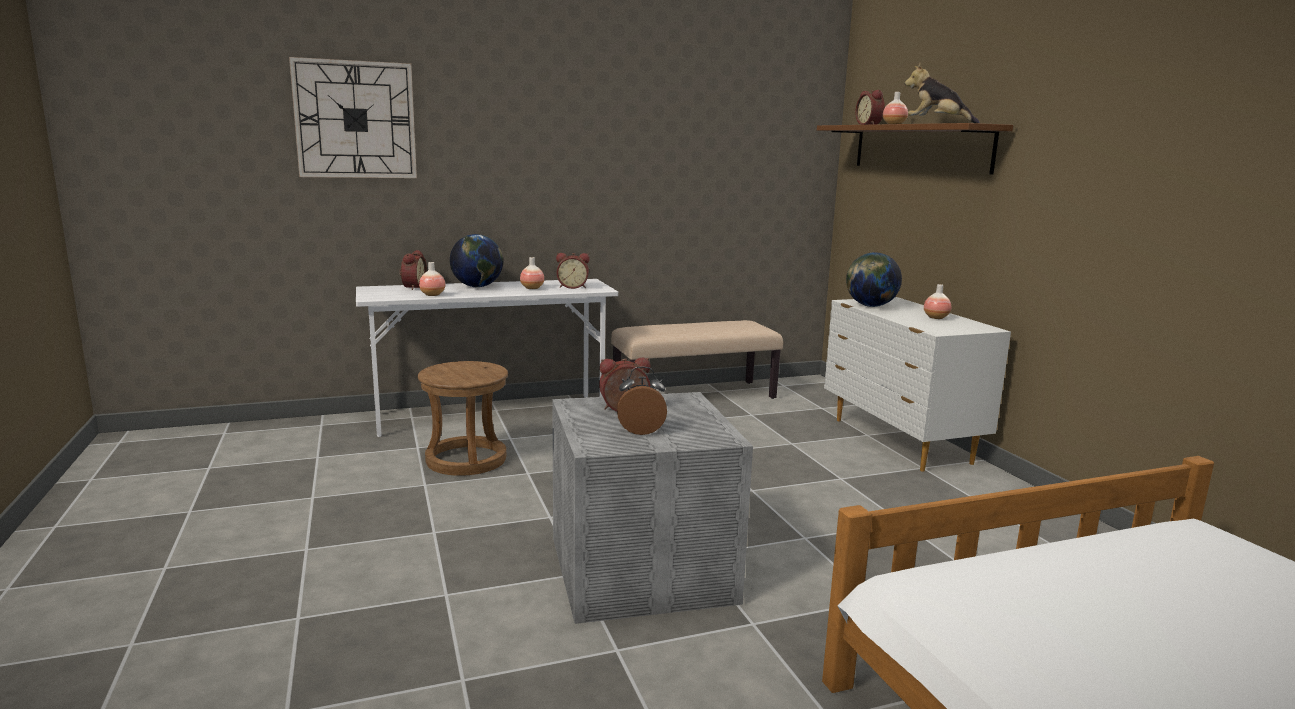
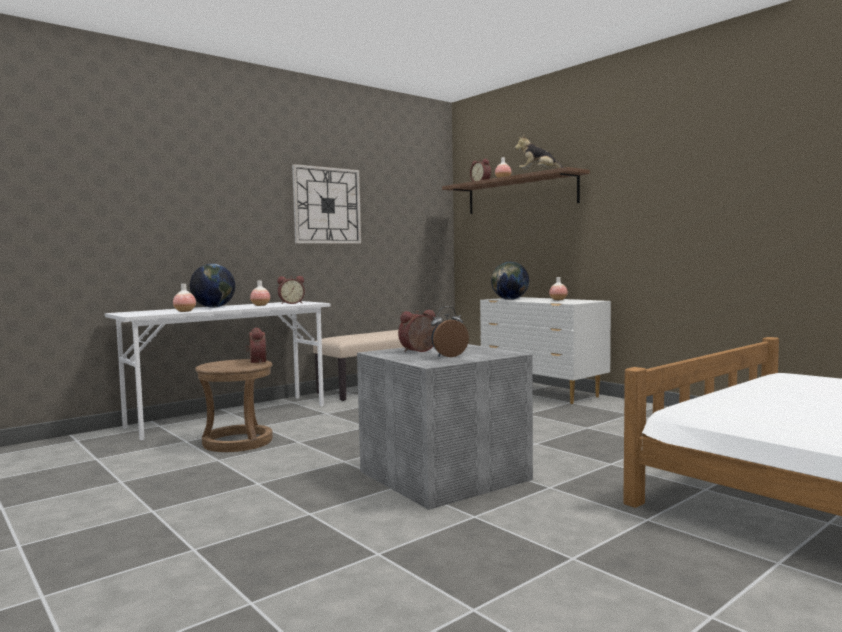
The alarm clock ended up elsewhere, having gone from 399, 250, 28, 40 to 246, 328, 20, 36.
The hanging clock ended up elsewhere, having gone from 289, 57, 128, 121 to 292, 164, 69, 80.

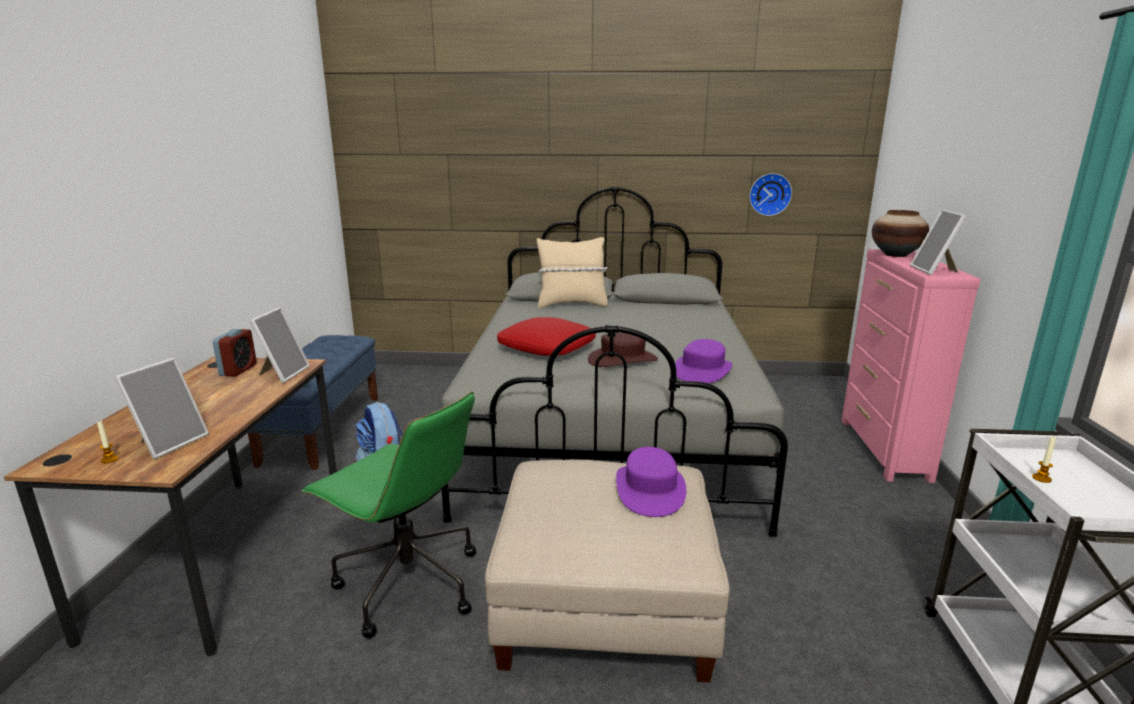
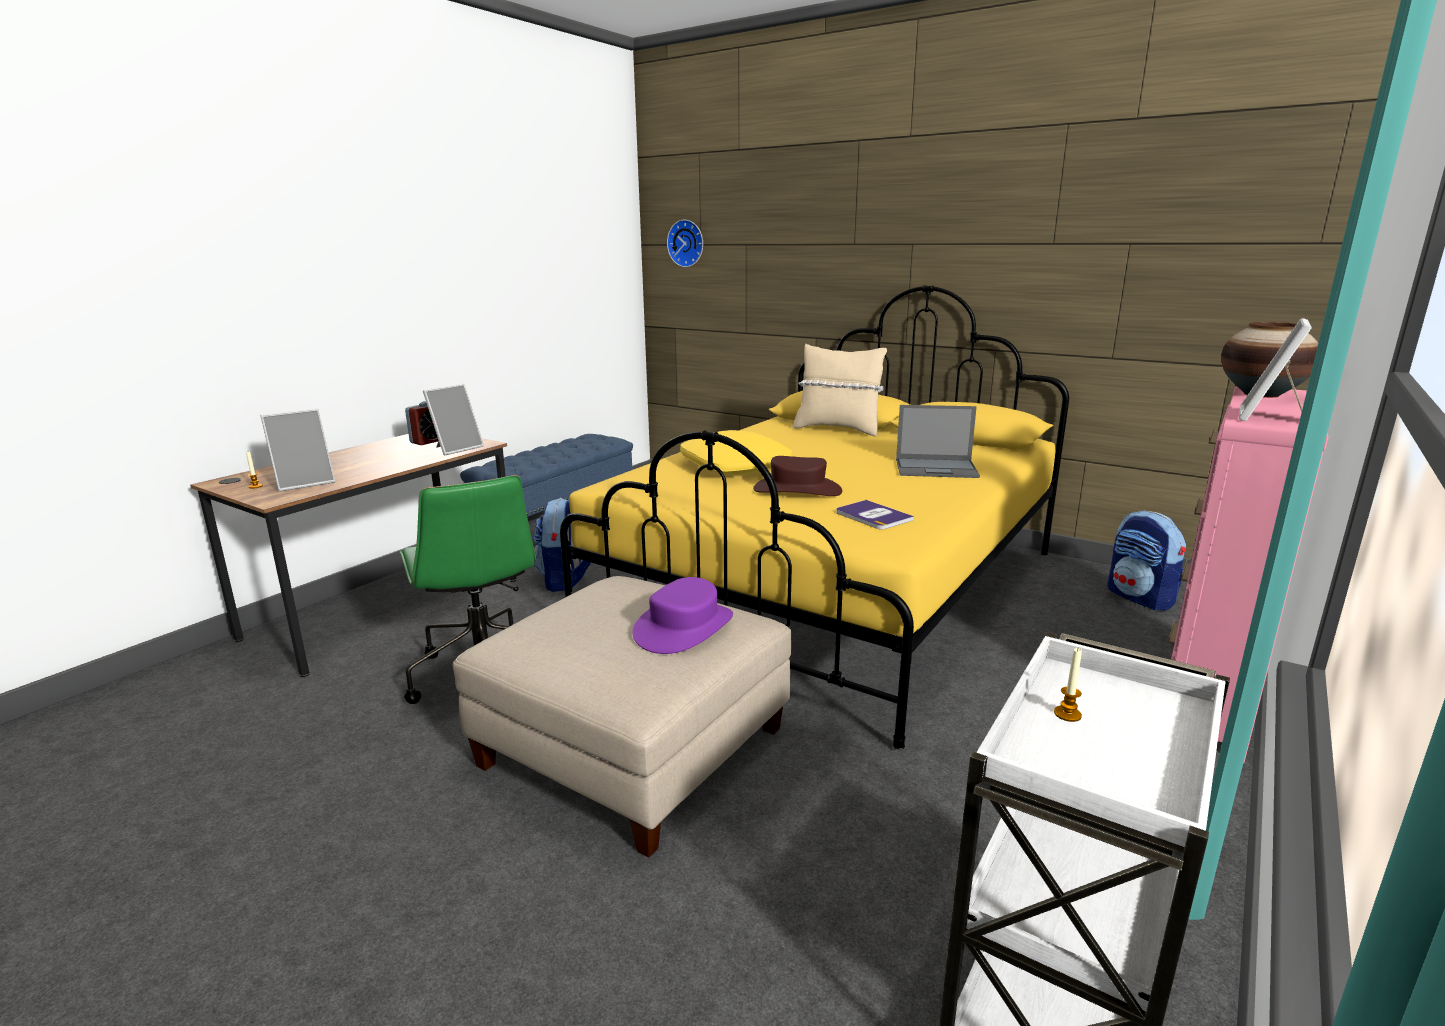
What was the bedroom bed/grey at 441, 187, 347, 350 turned into the bedroom bed/yellow-coloured at 560, 285, 509, 464.
The hanging clock ended up elsewhere, having gone from 749, 173, 43, 43 to 667, 220, 36, 47.
What was the throw pillow/red-coloured at 497, 317, 99, 39 turned into the throw pillow/yellow-coloured at 680, 430, 112, 44.
Where the clothing hat/purple-coloured stood at 675, 339, 58, 44, the book came to stand at 836, 500, 78, 30.
The second view gained the notebook computer at 896, 405, 84, 73.
The second view gained the backpack at 1107, 511, 79, 100.

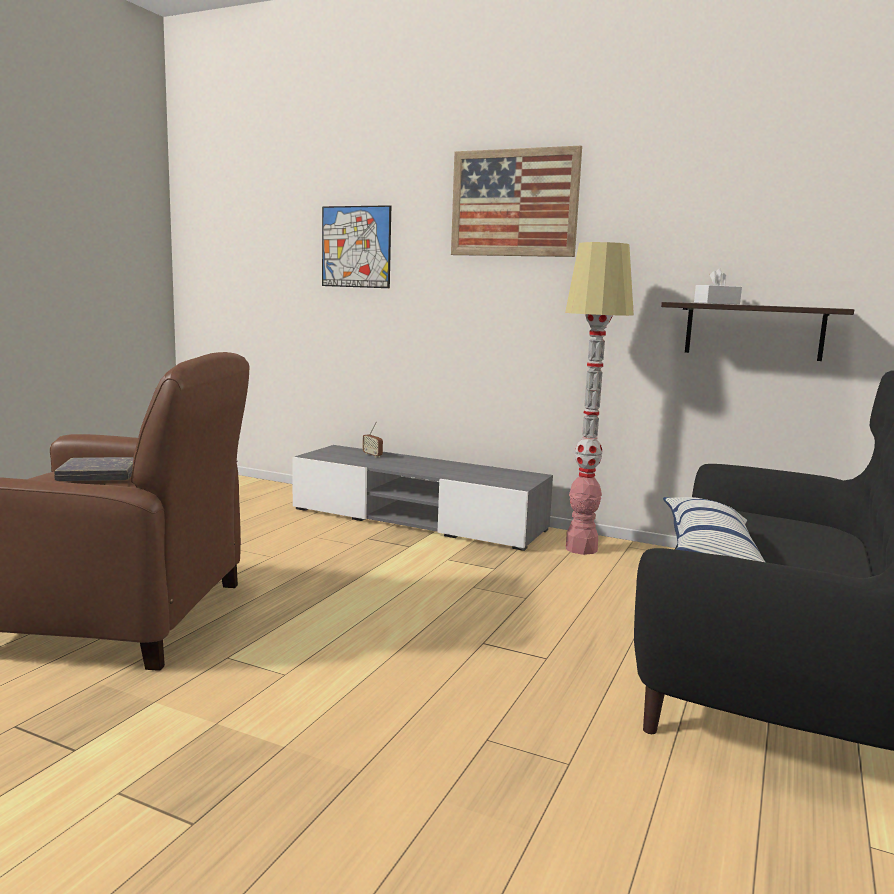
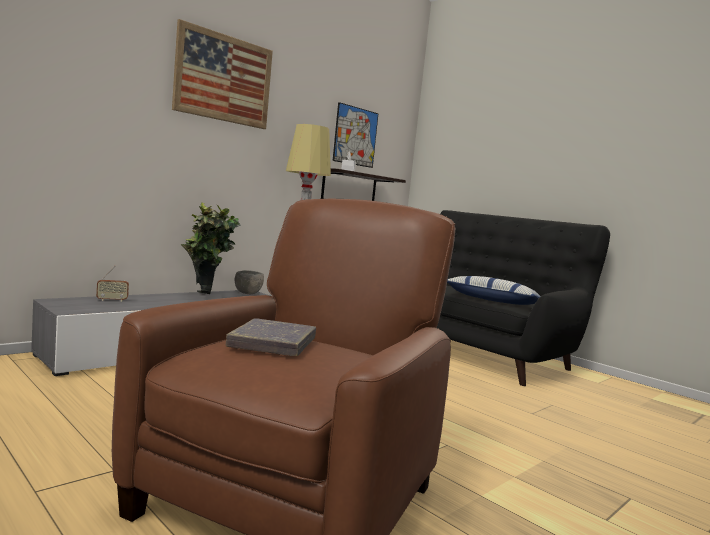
The second view gained the potted plant at 181, 202, 59, 92.
The second view gained the serving bowl/grey at 235, 270, 29, 24.
The wall art ended up elsewhere, having gone from 322, 205, 69, 83 to 332, 102, 47, 66.

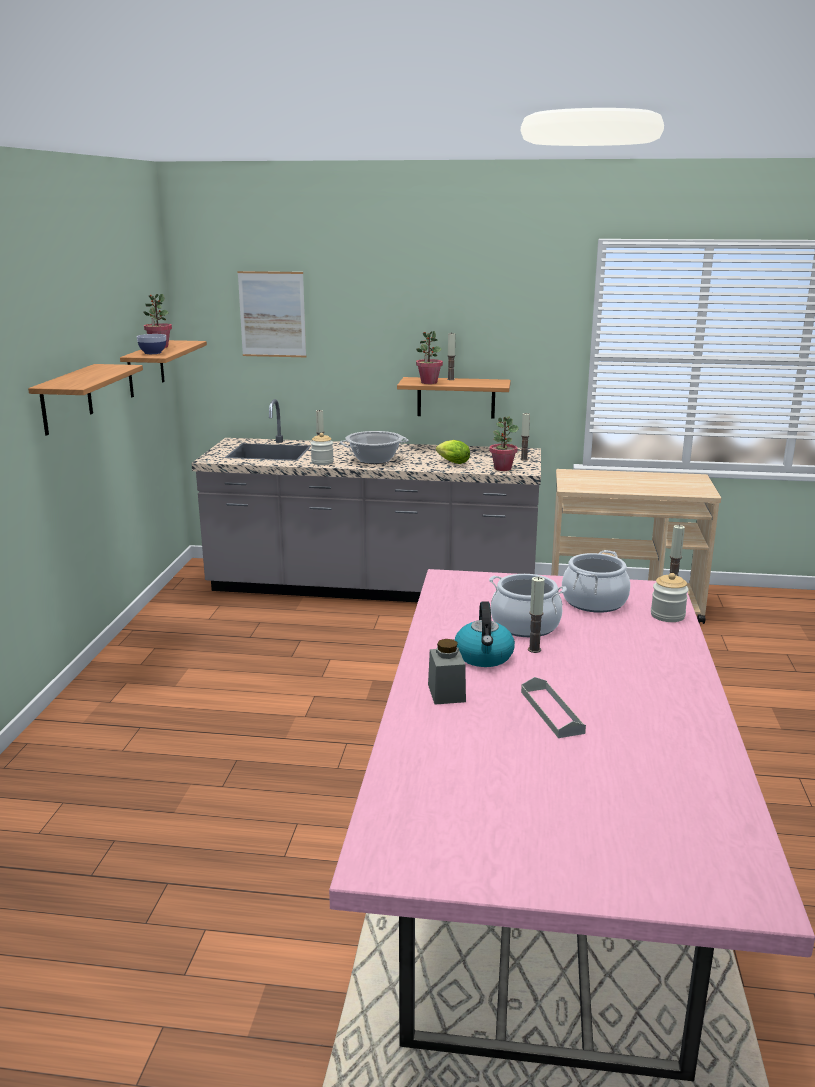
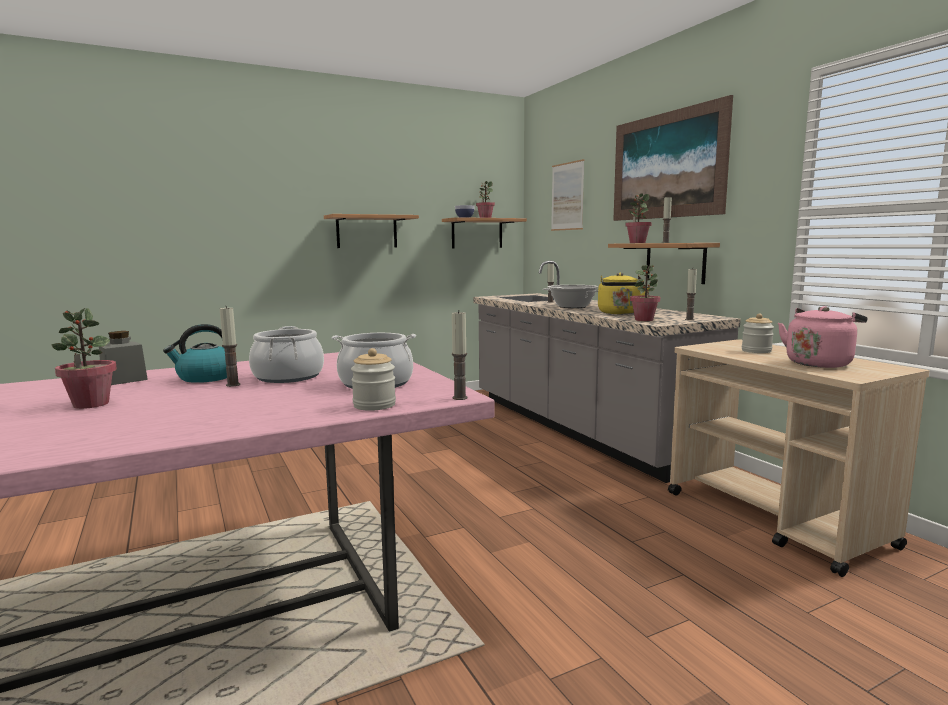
Where the tray/grey stood at 521, 677, 65, 61, the potted plant came to stand at 51, 308, 66, 101.
Where the lettuce stood at 436, 440, 34, 24, the tea kettle/yellow-coloured came to stand at 598, 273, 51, 41.
The second view gained the wall art at 613, 95, 120, 126.
The storage jar ended up elsewhere, having gone from 311, 433, 23, 32 to 742, 314, 32, 39.
The second view gained the tea kettle/pink at 778, 306, 89, 62.

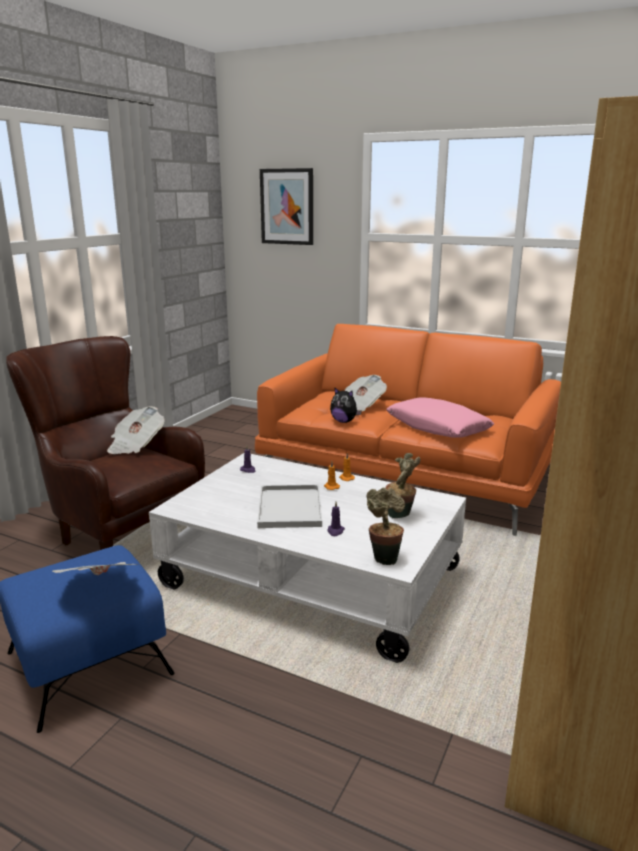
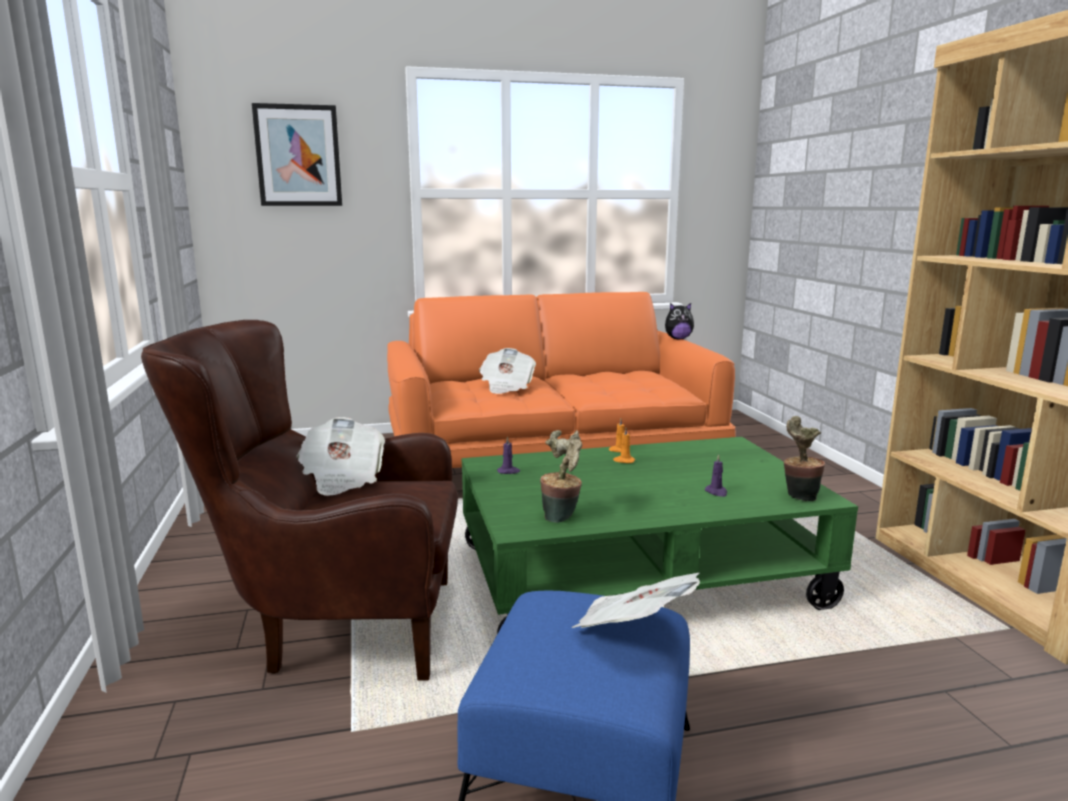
What was the coffee table/whitish at 149, 453, 317, 210 turned into the coffee table/green-coloured at 462, 437, 396, 197.
The potted plant ended up elsewhere, having gone from 386, 453, 35, 65 to 540, 430, 42, 93.
The soft toy ended up elsewhere, having gone from 330, 387, 32, 36 to 665, 303, 29, 37.
The second view lost the tray/whitish at 257, 485, 65, 43.
The second view lost the throw pillow/pink at 386, 398, 108, 40.

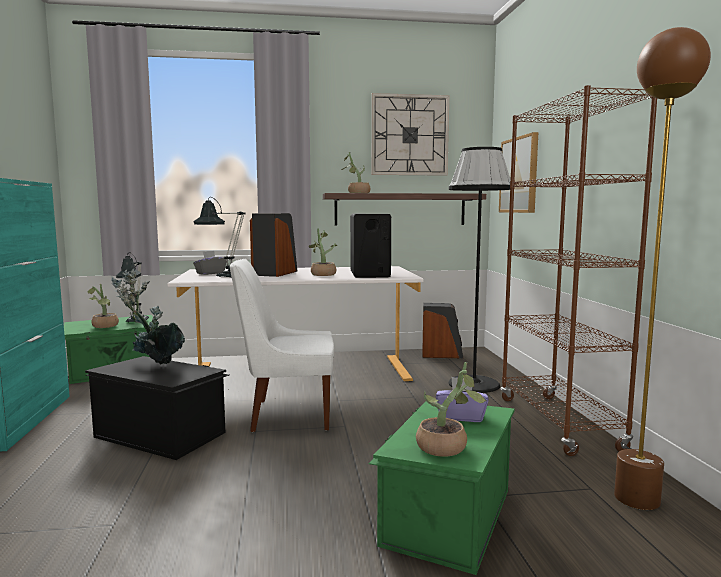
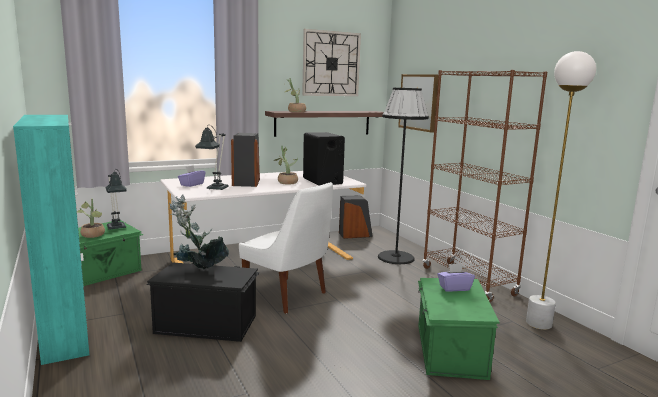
What was the box of tissues/grey at 193, 251, 33, 24 turned into the box of tissues/purple-coloured at 178, 165, 27, 22.
The upright chair/whitish at 230, 259, 104, 173 ended up facing another way, 120 degrees counterclockwise from before.
What was the floor lamp/brownish at 614, 27, 97, 483 turned into the floor lamp/whitish at 526, 51, 70, 279.
The second view lost the potted plant at 416, 362, 71, 95.

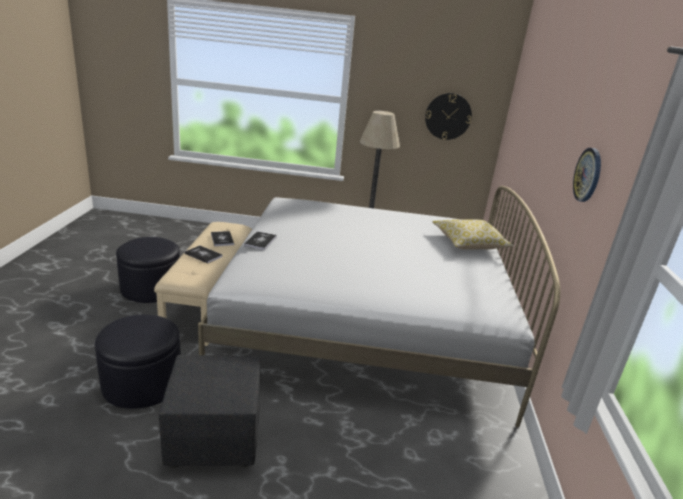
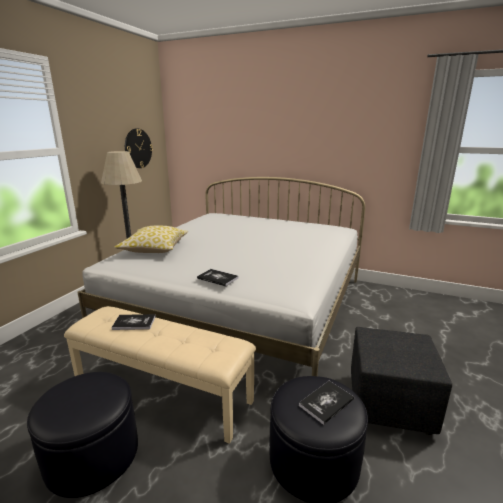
The throw pillow ended up elsewhere, having gone from 432, 219, 82, 31 to 114, 226, 74, 27.
The book ended up elsewhere, having gone from 185, 245, 38, 19 to 299, 381, 55, 44.
The second view lost the hanging clock at 573, 148, 28, 54.

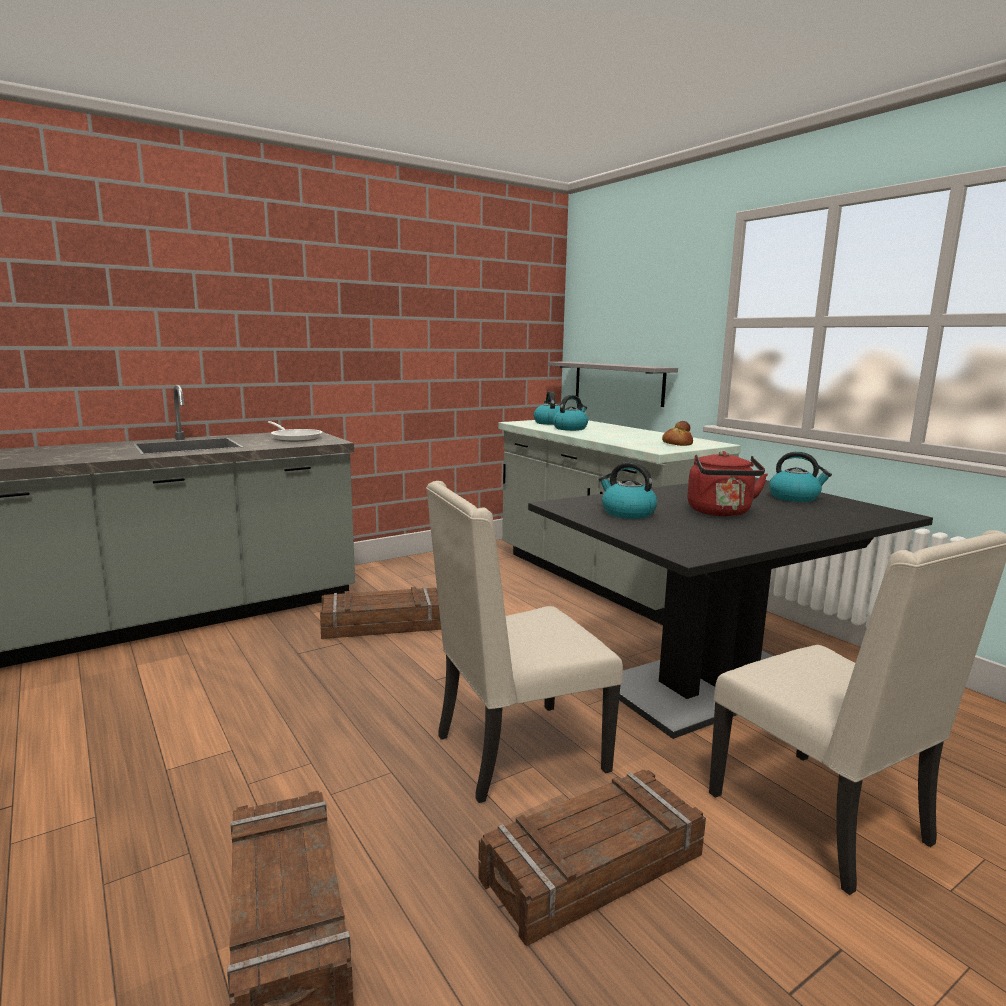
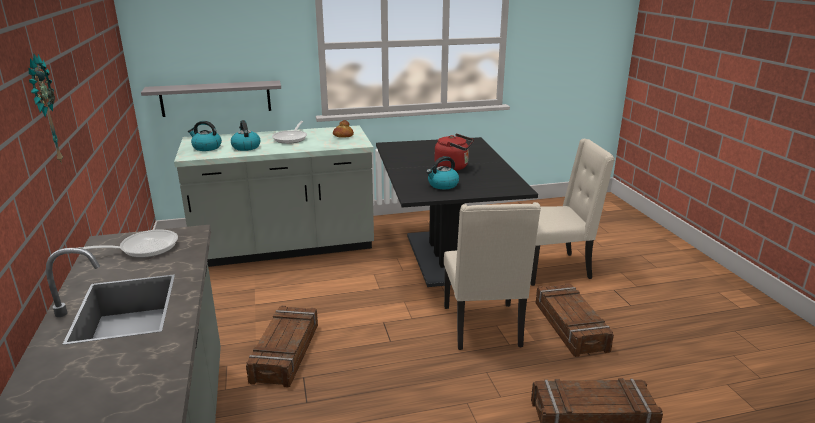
The second view gained the hanging clock at 29, 54, 34, 110.
The second view gained the skillet at 272, 121, 35, 23.
The second view lost the tea kettle at 769, 452, 63, 50.

